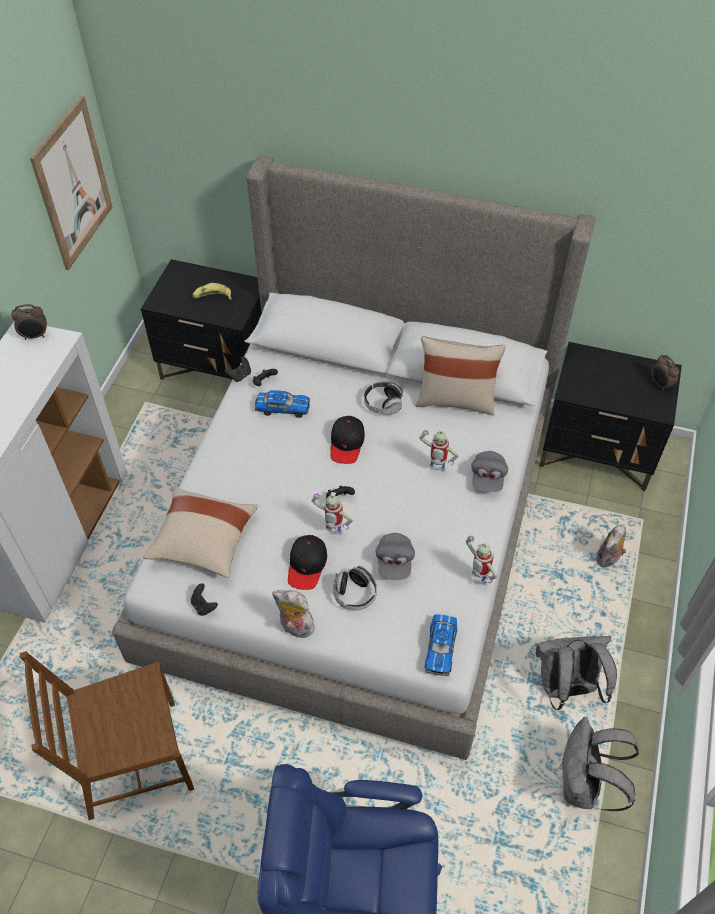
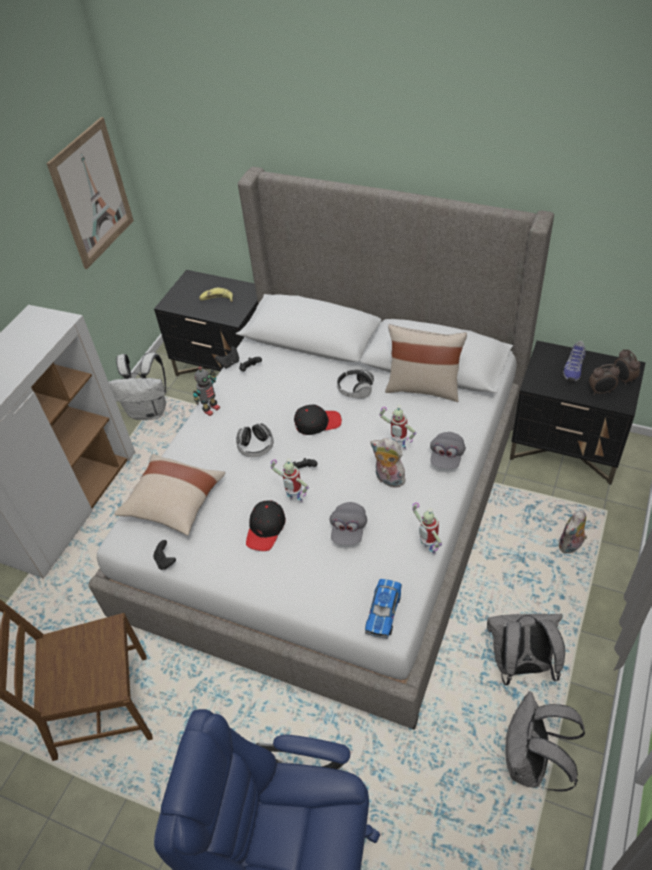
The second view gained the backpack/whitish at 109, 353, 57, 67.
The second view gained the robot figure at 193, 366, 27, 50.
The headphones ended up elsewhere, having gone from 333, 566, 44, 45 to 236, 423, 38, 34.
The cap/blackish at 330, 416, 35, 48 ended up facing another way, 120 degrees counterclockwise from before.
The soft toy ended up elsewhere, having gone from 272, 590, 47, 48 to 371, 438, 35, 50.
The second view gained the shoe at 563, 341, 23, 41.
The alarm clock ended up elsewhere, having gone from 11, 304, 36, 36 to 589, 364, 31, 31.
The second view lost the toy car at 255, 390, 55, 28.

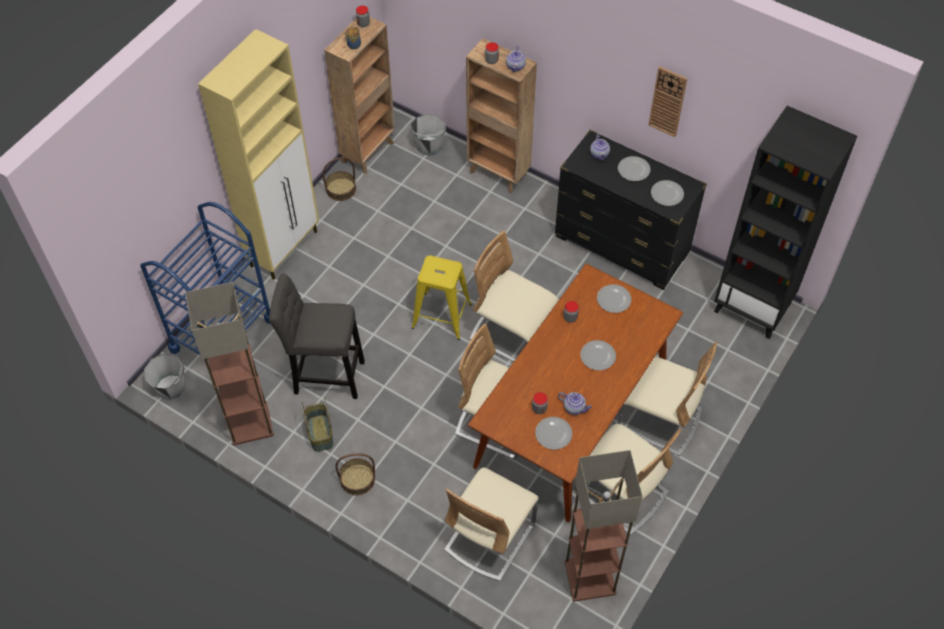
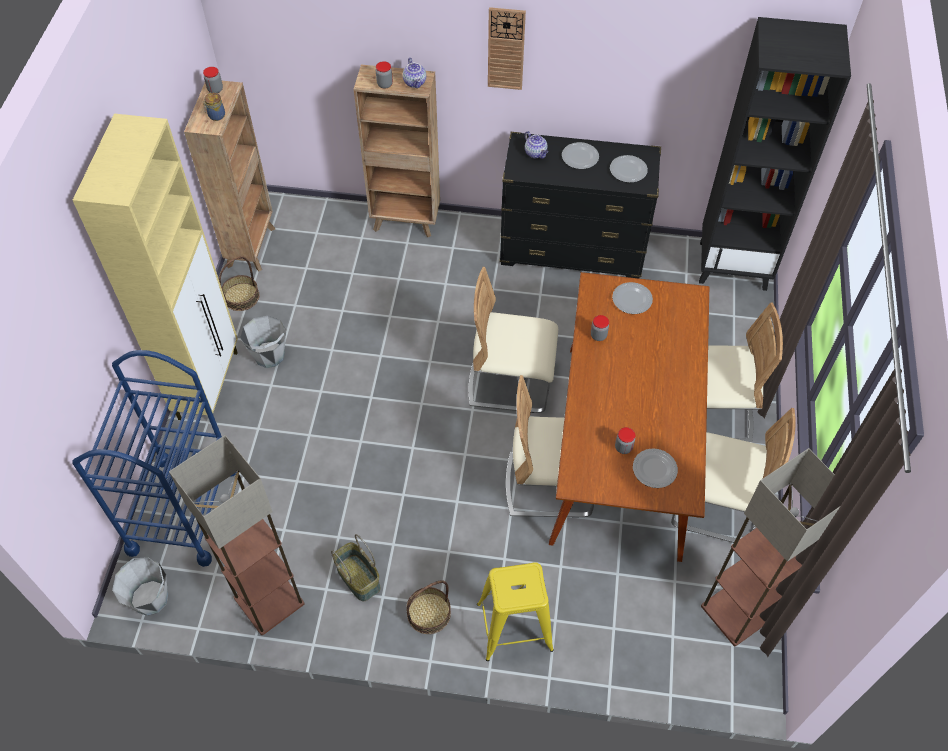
The pail/grey ended up elsewhere, having gone from 411, 114, 35, 42 to 240, 316, 46, 52.
The stool seat/yellow-coloured ended up elsewhere, having gone from 412, 255, 60, 85 to 477, 562, 77, 99.
The hanging clock ended up elsewhere, having gone from 649, 66, 39, 71 to 488, 7, 38, 83.
The second view lost the stool seat/grey at 269, 273, 96, 126.
The second view lost the upright chair/beige-coloured at 444, 467, 95, 114.
The second view lost the tea pot at 558, 392, 34, 23.
The second view lost the plate at 580, 340, 36, 30.

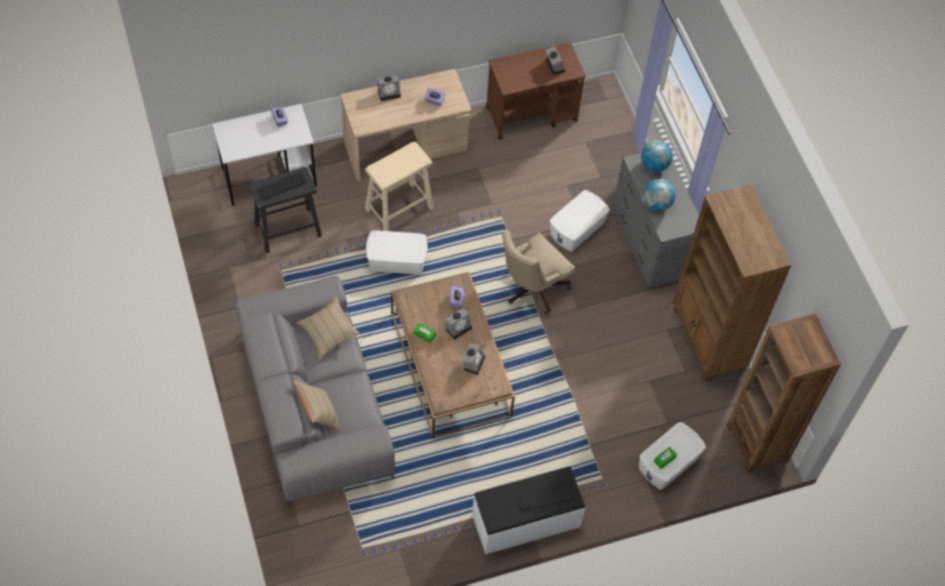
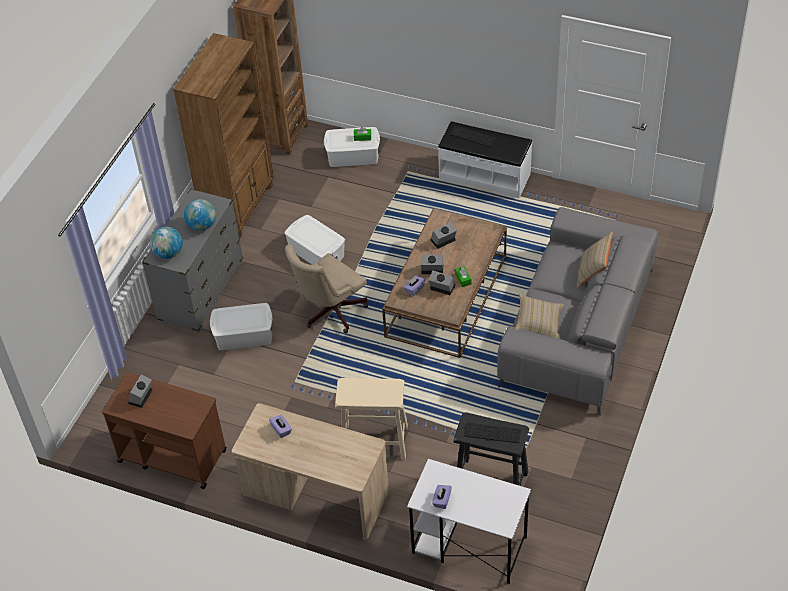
The storage box/whitish ended up elsewhere, having gone from 366, 230, 62, 45 to 285, 215, 60, 50.
The office chair/beige-coloured at 502, 230, 73, 85 ended up facing another way, 135 degrees clockwise from before.
The alarm clock ended up elsewhere, having gone from 377, 75, 24, 26 to 429, 271, 26, 24.

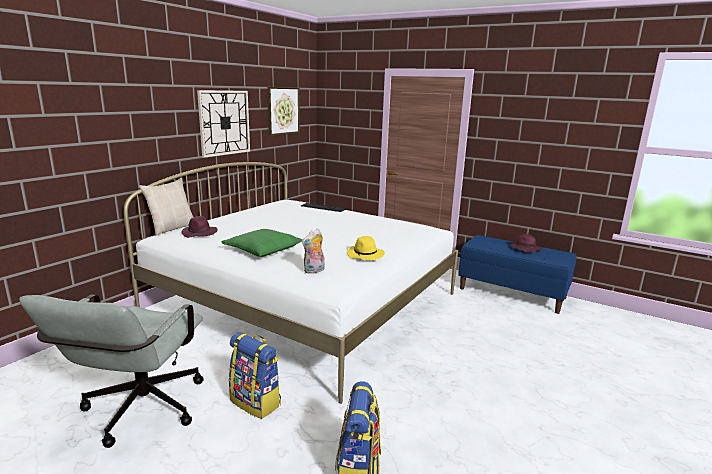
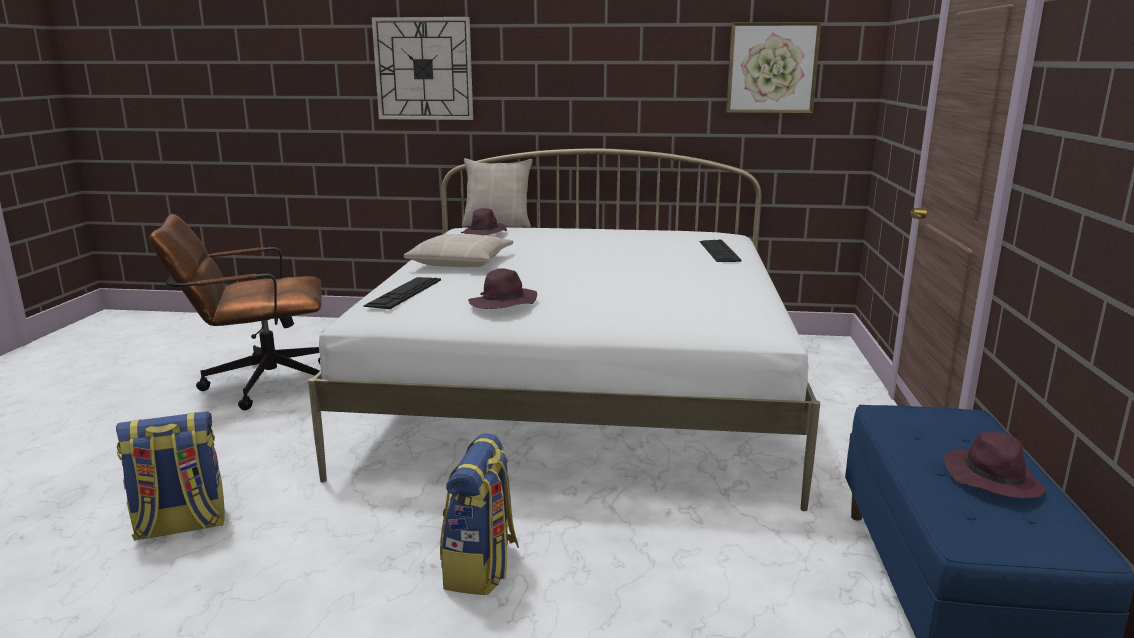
What was the office chair/grey at 19, 295, 185, 153 turned into the office chair/brownish at 149, 214, 173, 196.
Where the soft toy stood at 302, 228, 23, 46, the PC keyboard came to stand at 363, 277, 78, 32.
The hanging clock ended up elsewhere, having gone from 197, 90, 53, 68 to 372, 17, 101, 103.
What was the throw pillow/green-coloured at 222, 229, 80, 28 turned into the throw pillow/beige-coloured at 404, 234, 109, 33.
The backpack ended up elsewhere, having gone from 229, 332, 52, 87 to 440, 433, 79, 162.
What was the clothing hat/yellow-coloured at 347, 236, 38, 24 turned into the clothing hat/purple-coloured at 468, 268, 69, 41.

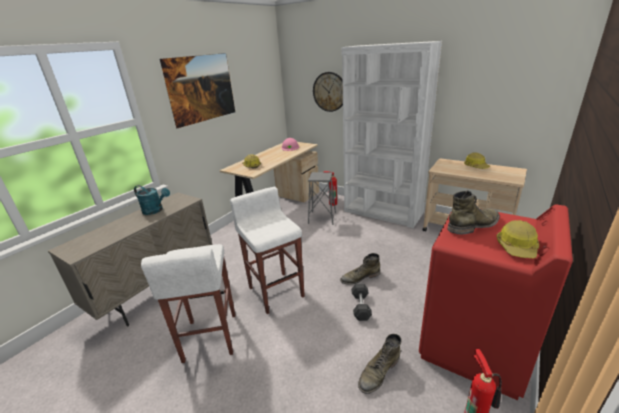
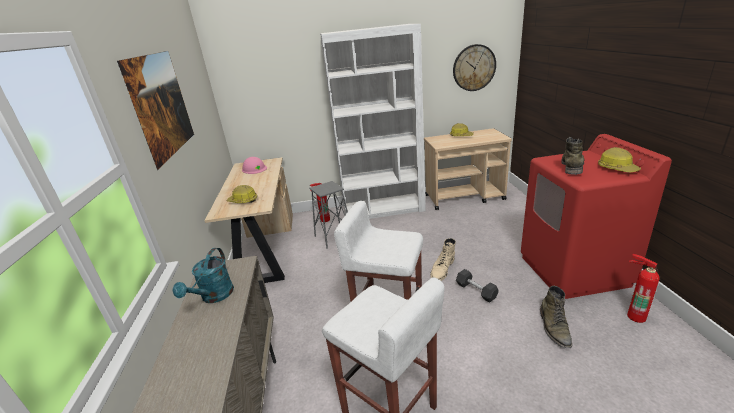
The watering can/blue-green at 134, 185, 36, 30 ended up facing another way, 120 degrees clockwise from before.
What was the tall boot/green-coloured at 340, 253, 40, 32 turned into the tall boot/beige-coloured at 430, 238, 26, 43.
The hanging clock ended up elsewhere, having gone from 313, 72, 30, 40 to 453, 44, 43, 47.

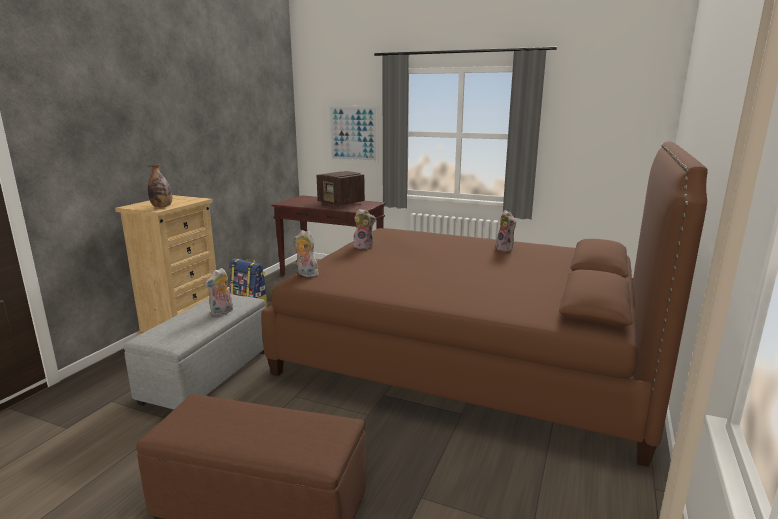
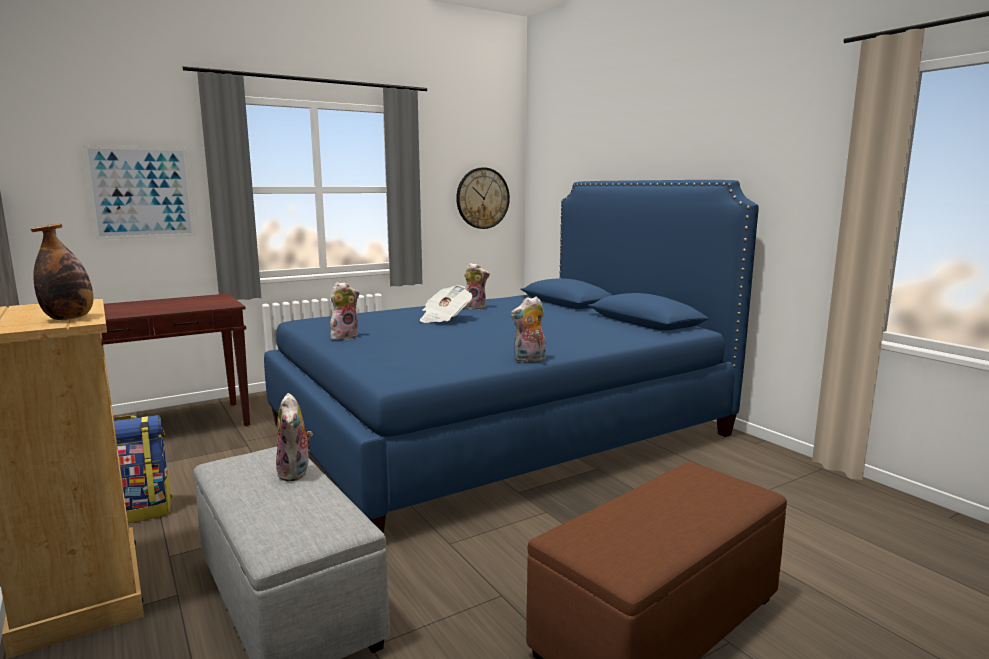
What was the bedroom bed/brownish at 261, 141, 447, 326 turned into the bedroom bed/blue at 264, 180, 495, 353.
The second view gained the printed paper at 420, 285, 52, 38.
The second view gained the hanging clock at 456, 167, 54, 62.
The soft toy ended up elsewhere, having gone from 294, 230, 24, 47 to 510, 297, 36, 65.
The second view lost the radio at 317, 171, 48, 36.

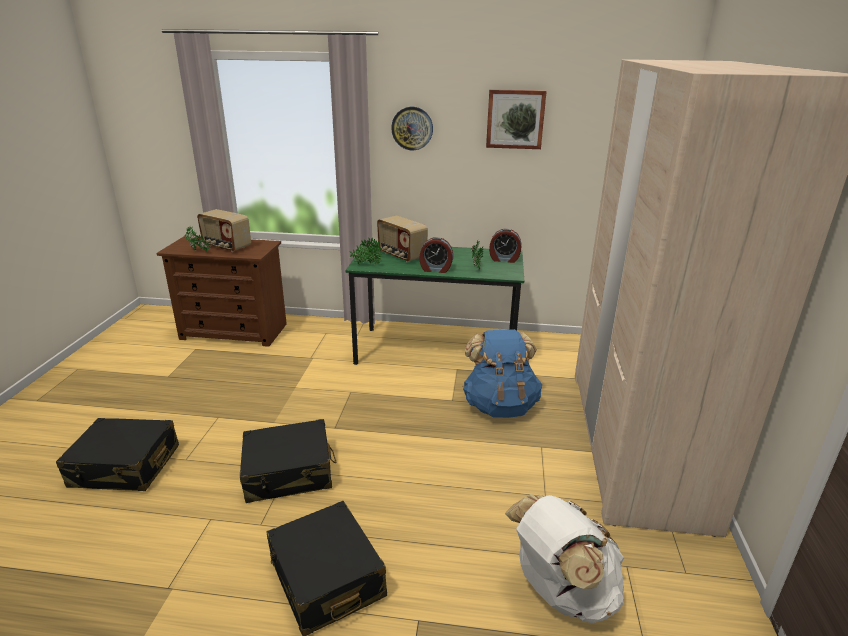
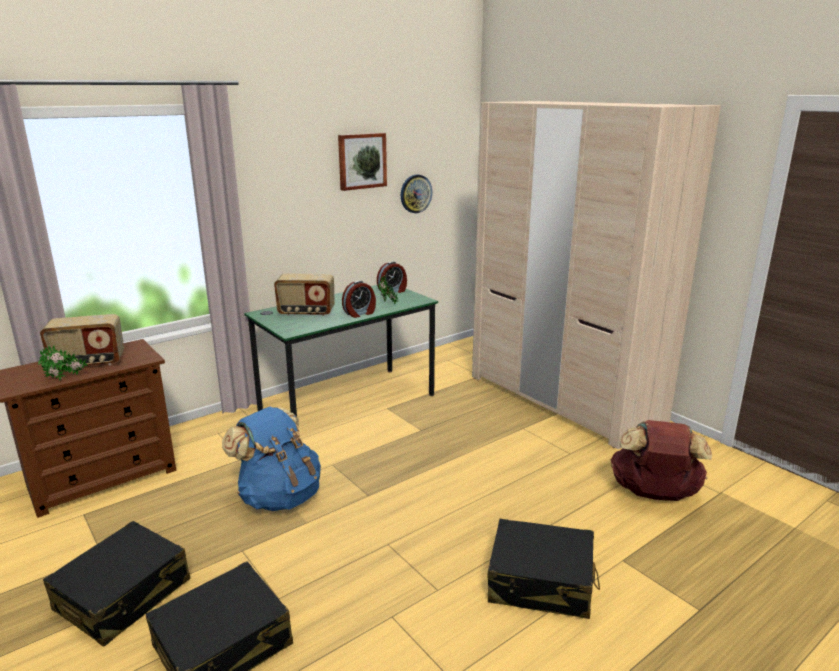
The travel case/blackish ended up elsewhere, having gone from 240, 419, 96, 84 to 43, 521, 147, 125.
The backpack/blue ended up elsewhere, having gone from 462, 329, 80, 89 to 222, 407, 99, 104.
The hanging clock ended up elsewhere, having gone from 391, 107, 42, 43 to 401, 175, 31, 38.
What was the backpack/whitish at 505, 494, 119, 129 turned into the backpack/brownish at 611, 420, 101, 81.
The second view lost the potted plant at 350, 237, 32, 28.

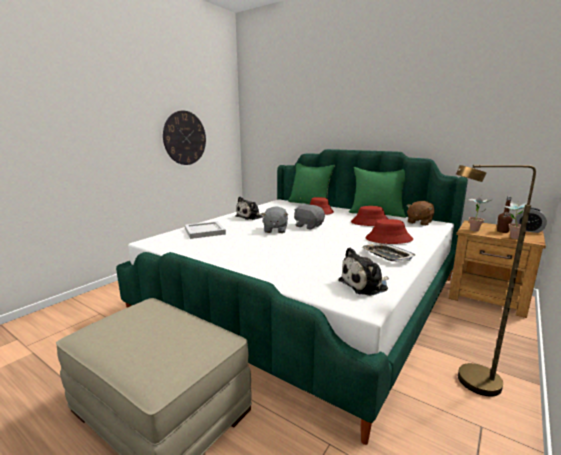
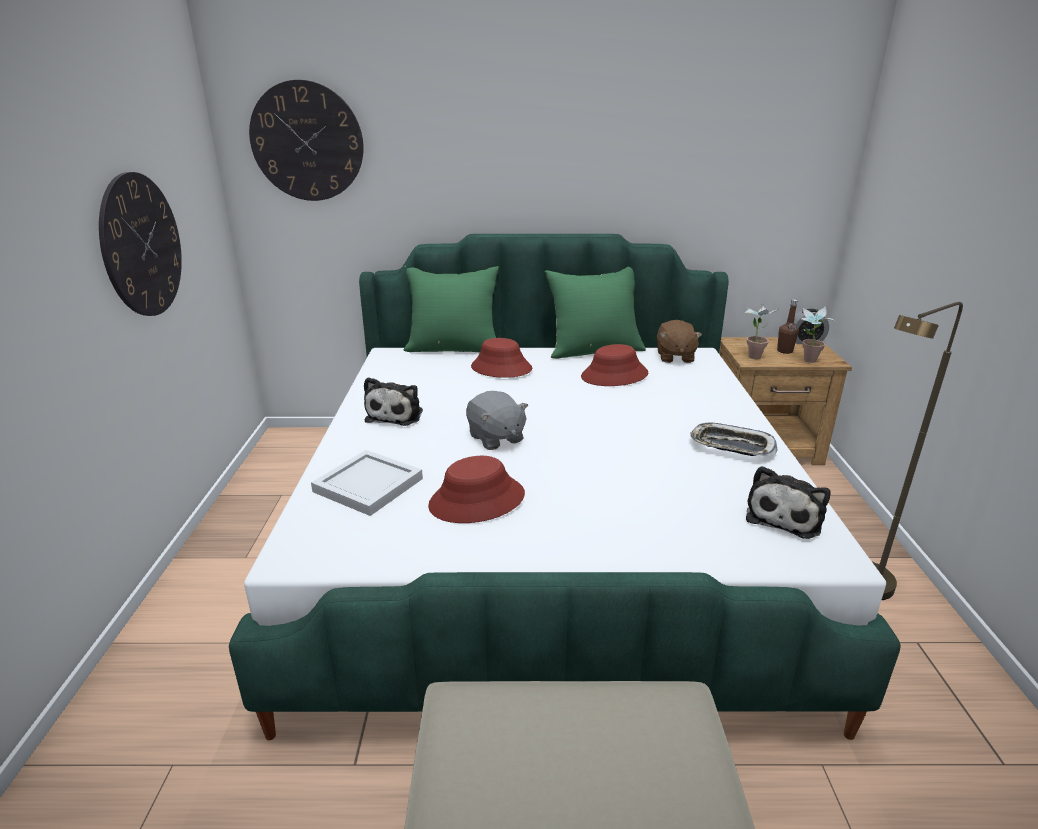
The second view gained the hanging clock at 249, 80, 115, 121.
The clothing hat/red-coloured ended up elsewhere, having gone from 365, 219, 48, 25 to 428, 456, 97, 67.
The second view lost the soft toy/grey at 294, 204, 31, 26.

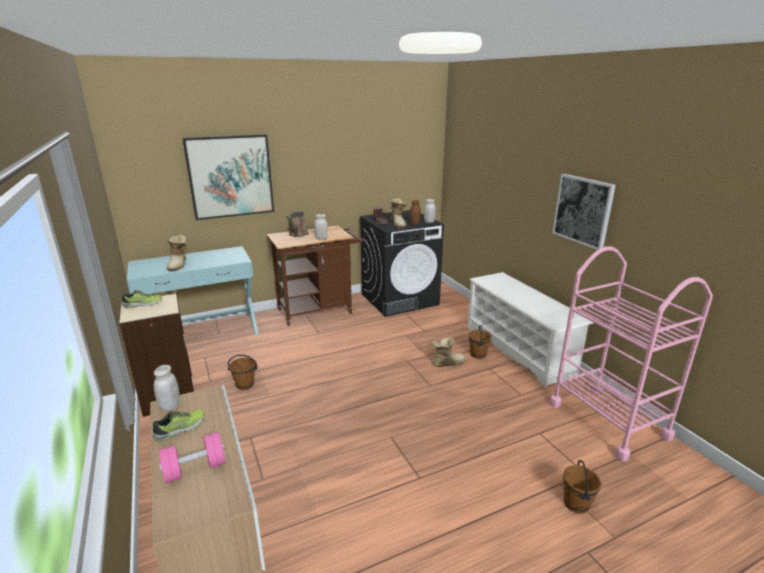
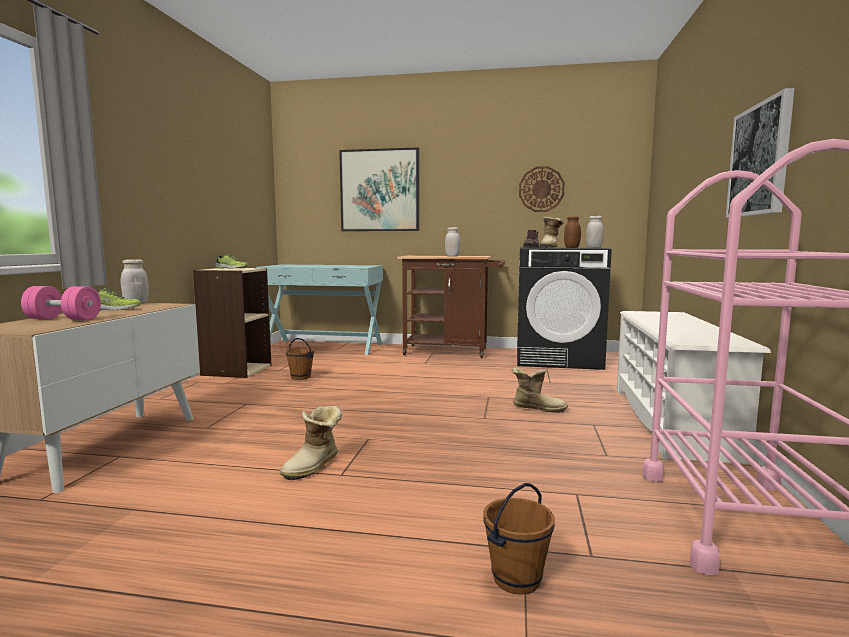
The tall boot ended up elsewhere, having gone from 167, 235, 19, 36 to 280, 406, 62, 75.
The second view gained the hanging clock at 519, 166, 46, 46.
The second view lost the watering can/brownish at 287, 211, 22, 26.
The second view lost the pail/brownish at 469, 325, 23, 34.

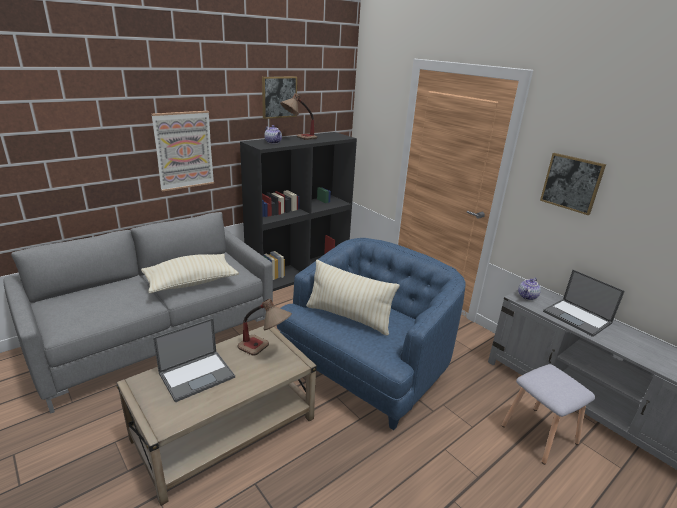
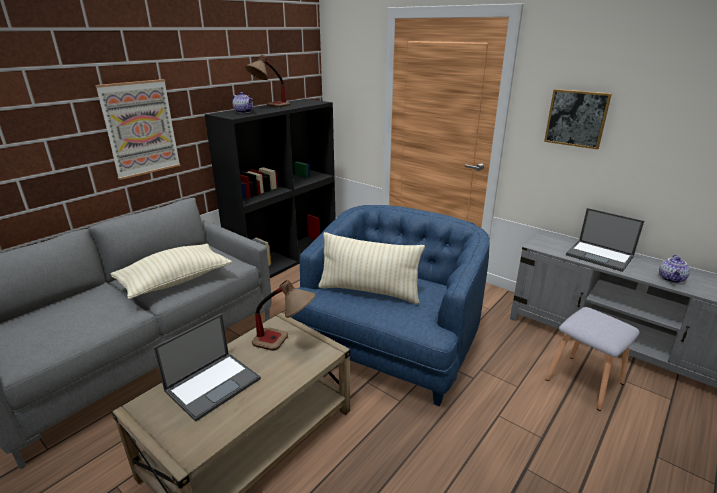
The tea pot ended up elsewhere, having gone from 518, 278, 23, 22 to 659, 255, 31, 28.
The second view lost the wall art at 262, 76, 35, 43.

